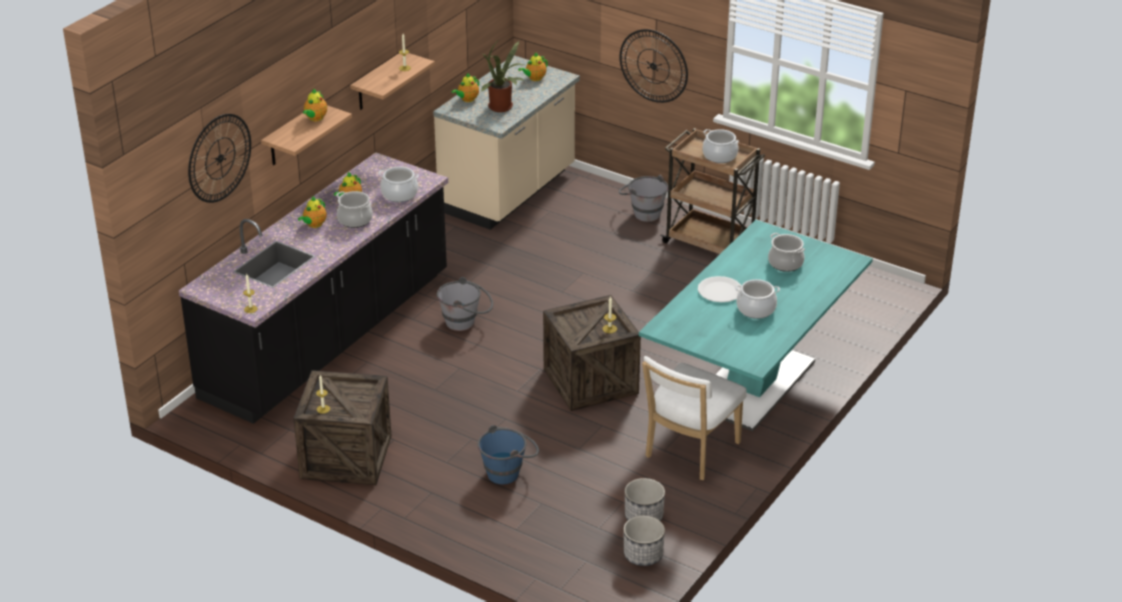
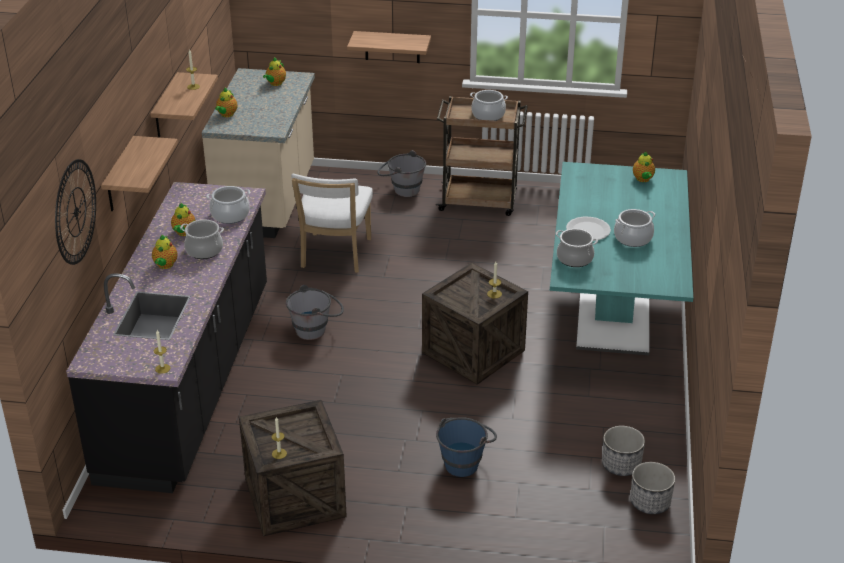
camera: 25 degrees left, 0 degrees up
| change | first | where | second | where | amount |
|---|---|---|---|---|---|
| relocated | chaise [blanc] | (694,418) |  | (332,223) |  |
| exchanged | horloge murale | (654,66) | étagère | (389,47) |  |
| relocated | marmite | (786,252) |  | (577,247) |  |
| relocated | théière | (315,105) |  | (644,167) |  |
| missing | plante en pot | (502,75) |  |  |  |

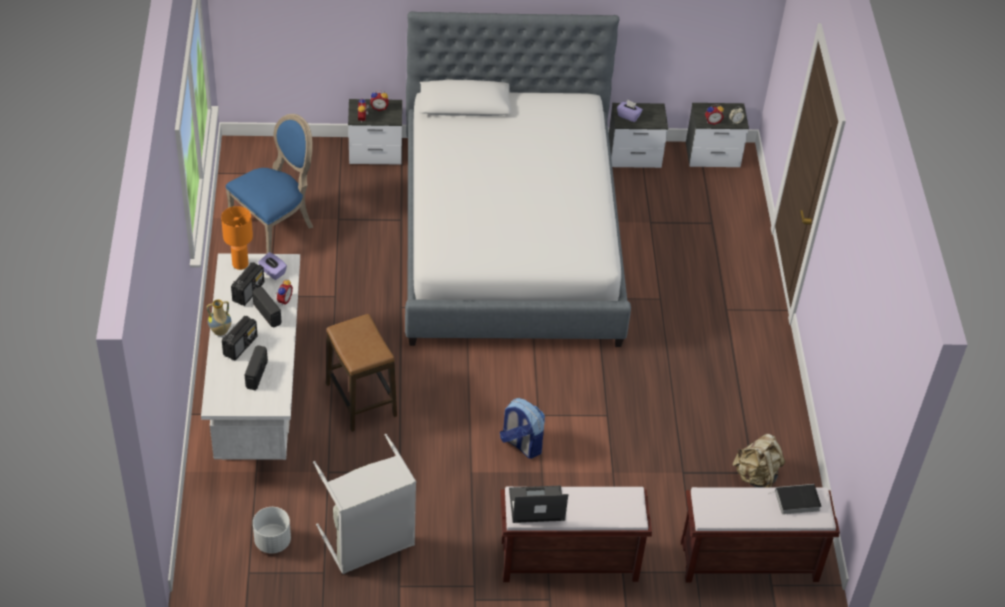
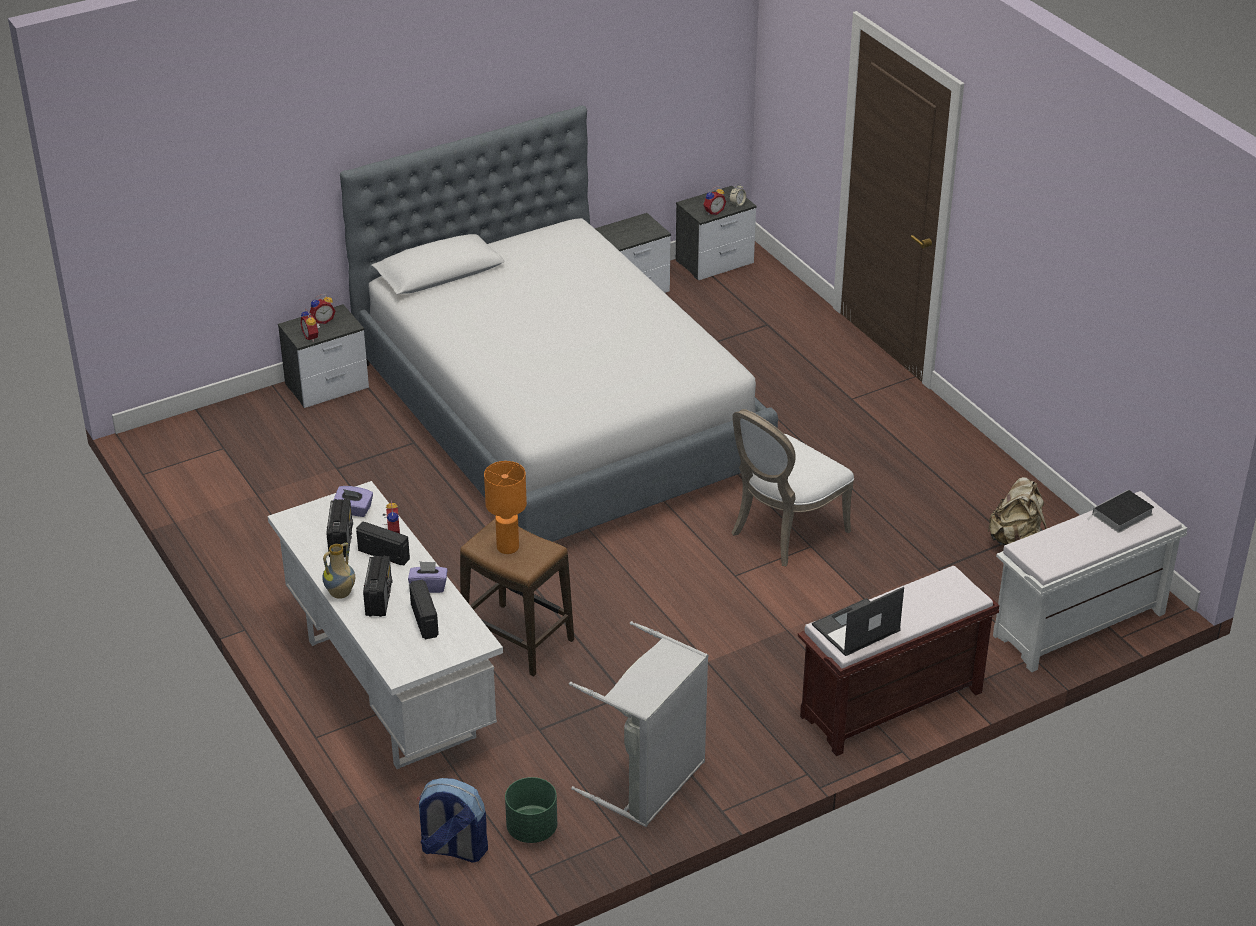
camera: 25 degrees left, 10 degrees down
| change | first | where | second | where | amount |
|---|---|---|---|---|---|
| relocated | boîte à mouchoirs [violet] | (630,111) |  | (428,577) |  |
| relocated | sac à dos | (522,428) |  | (452,820) |  |
| relocated | lampe de table [orange] | (237,238) |  | (505,507) |  |
| colour | cache-pot [blanc] | (272,530) | cache-pot [vert] | (531,810) |  |
| appeared |  |  | chaise [blanc] | (792,488) |  |
| colour | banc [marron] | (760,535) | banc [blanc] | (1090,582) |  |
| missing | chaise [bleu] | (269,183) |  |  |  |

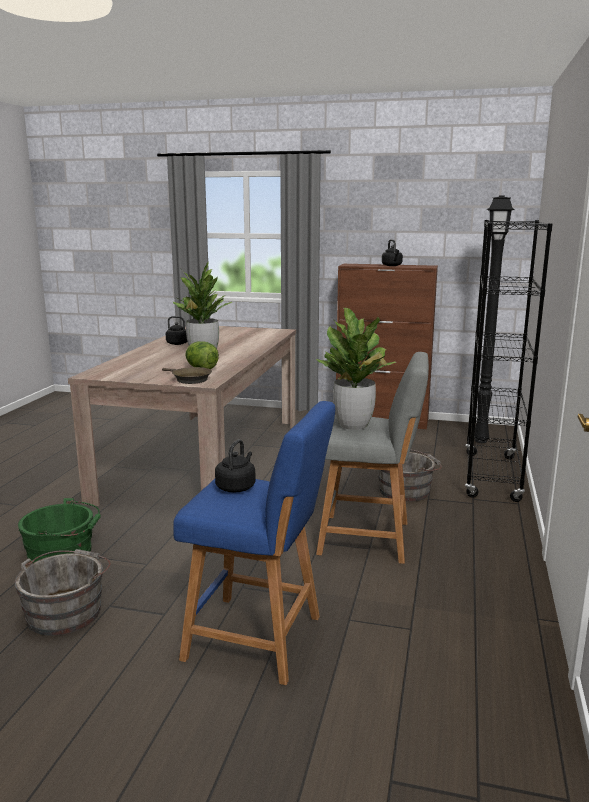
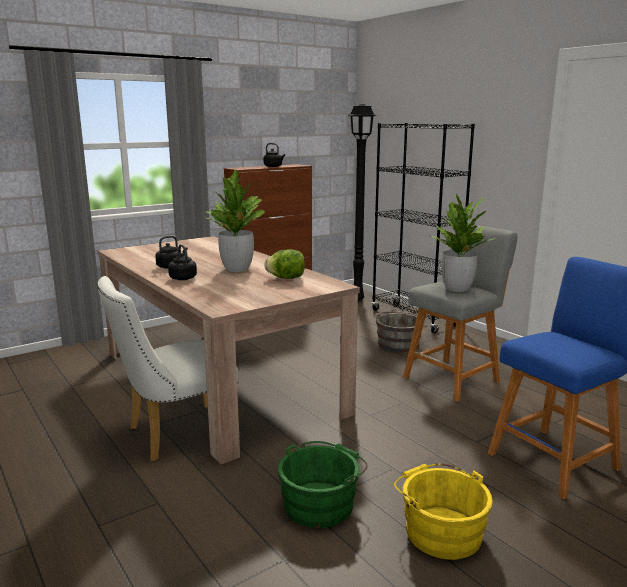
camera: 50 degrees left, 0 degrees up
| change | first | where | second | where | amount |
|---|---|---|---|---|---|
| appeared |  |  | chaise [blanc] | (168,368) |  |
| relocated | bouilloire [noir] | (235,465) |  | (182,262) |  |
| colour | seau [gris] | (63,592) | seau [jaune] | (443,512) |  |
| missing | poêle [marron] | (187,375) |  |  |  |

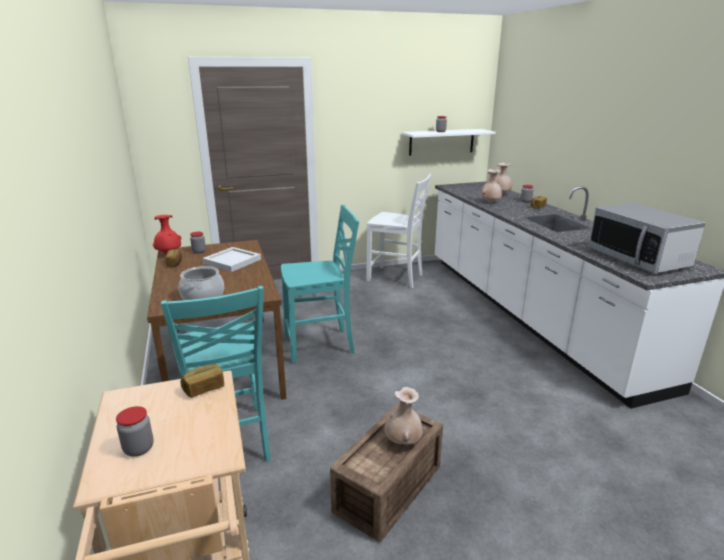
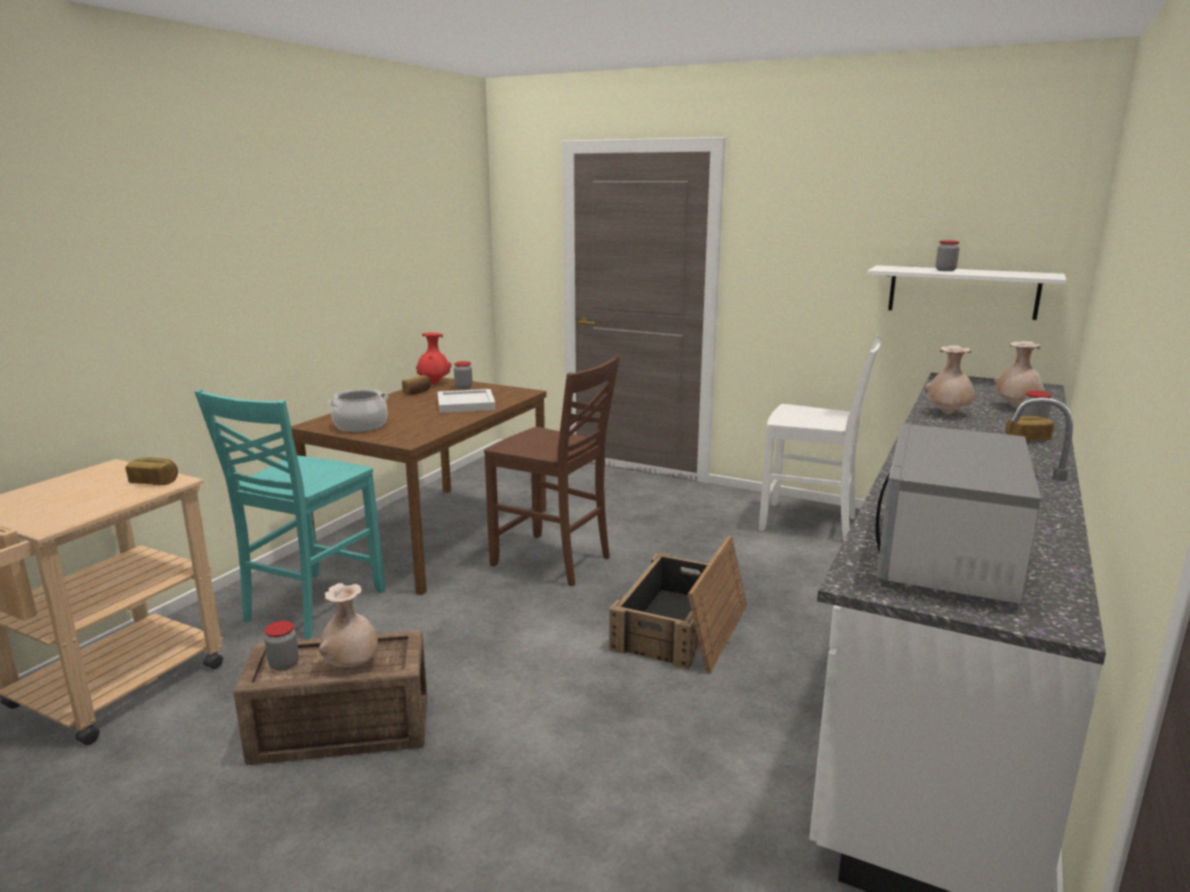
camera: 45 degrees right, 5 degrees down
| change | first | where | second | where | amount |
|---|---|---|---|---|---|
| relocated | bocal | (135,431) |  | (281,646) |  |
| colour | chaise [turquoise] | (320,284) | chaise [marron] | (552,470) |  |
| appeared |  |  | caisse | (678,604) |  |
| spun | chaise [blanc] | (399,231) |  | (820,439) | 45 degrees counterclockwise |

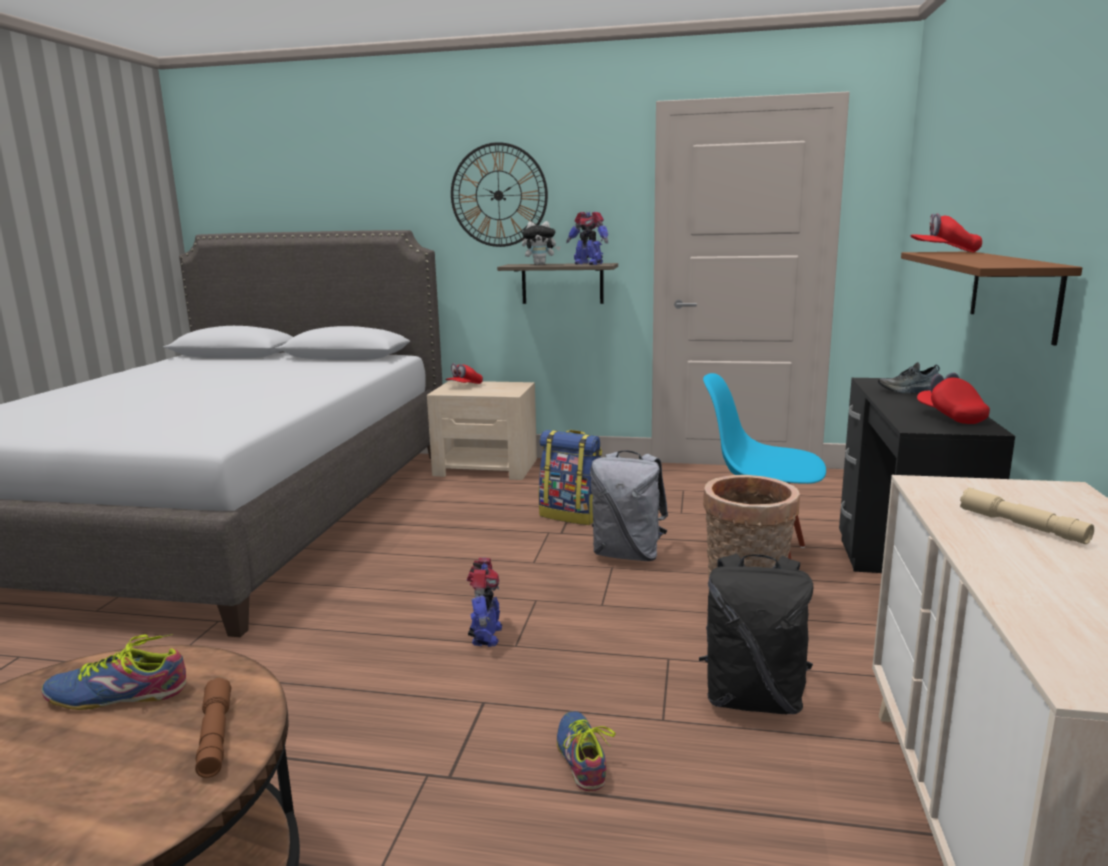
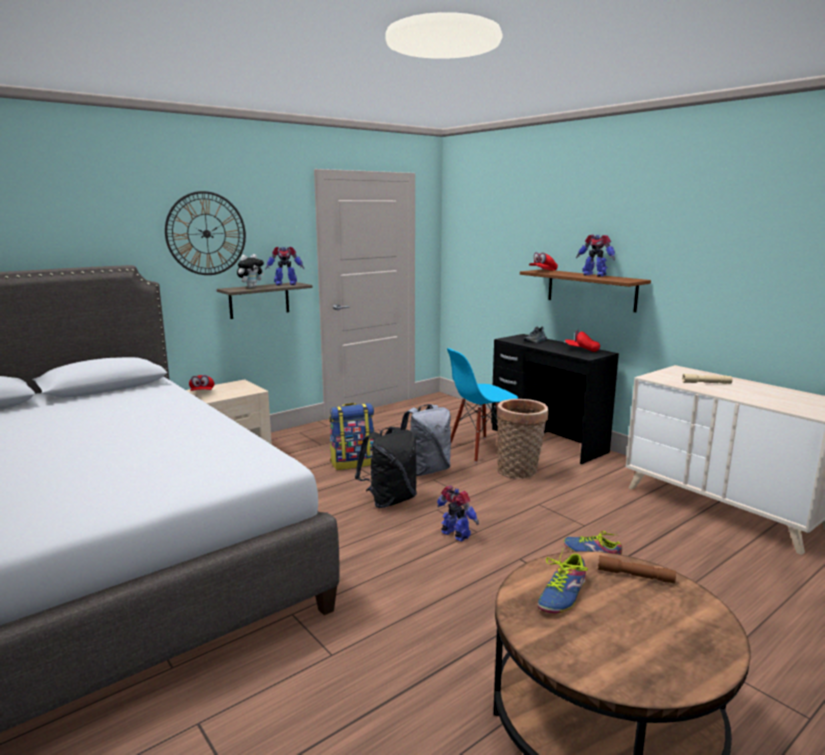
camera: 50 degrees left, 0 degrees up
| change | first | where | second | where | amount |
|---|---|---|---|---|---|
| relocated | sac à dos [noir] | (756,634) |  | (386,467) |  |
| appeared |  |  | robot jouet | (595,255) |  |

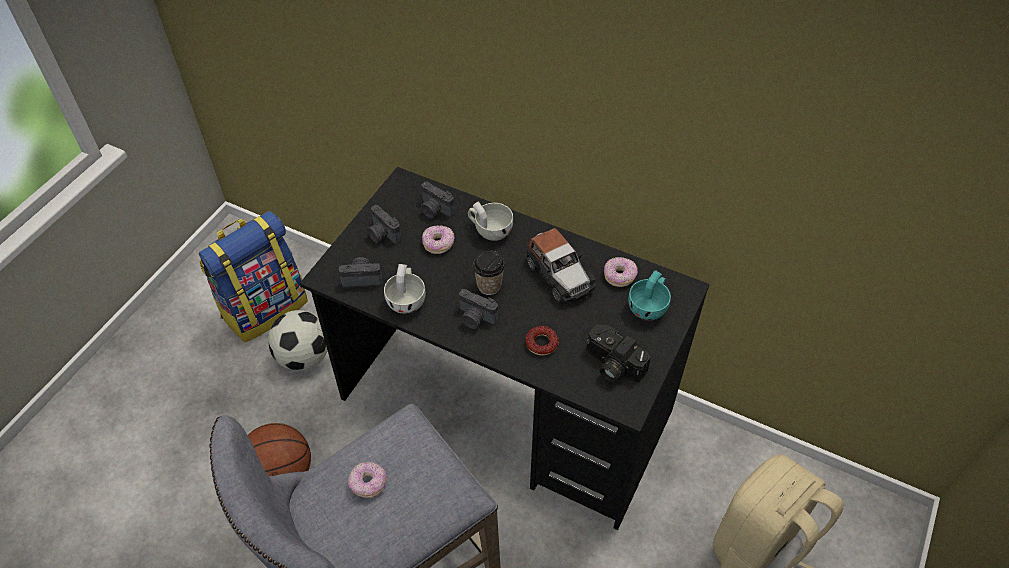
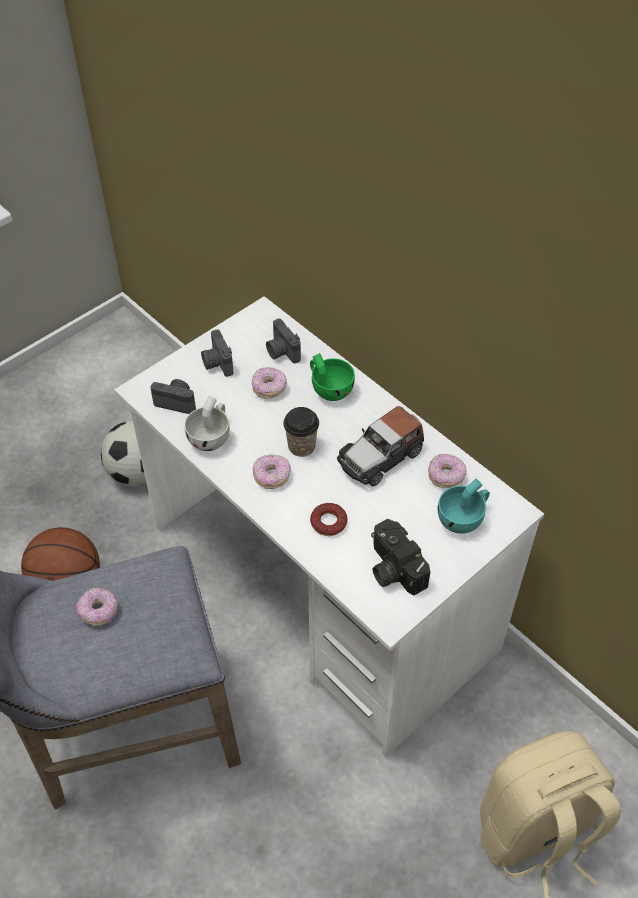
camera: 20 degrees right, 0 degrees up
| change | first | where | second | where | amount |
|---|---|---|---|---|---|
| colour | bureau [noir] | (505,348) | bureau [blanc] | (329,527) |  |
| exchanged | appareil photo | (478,309) | beignet | (272,471) |  |
| colour | tasse [blanc] | (490,221) | tasse [vert] | (332,377) |  |
| spun | petite voiture | (561,265) |  | (380,446) | 60 degrees clockwise |
| missing | sac à dos | (253,276) |  |  |  |

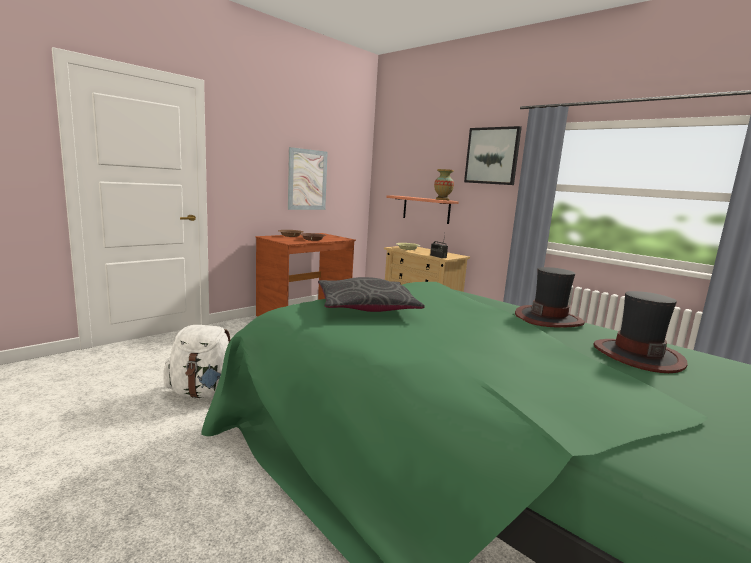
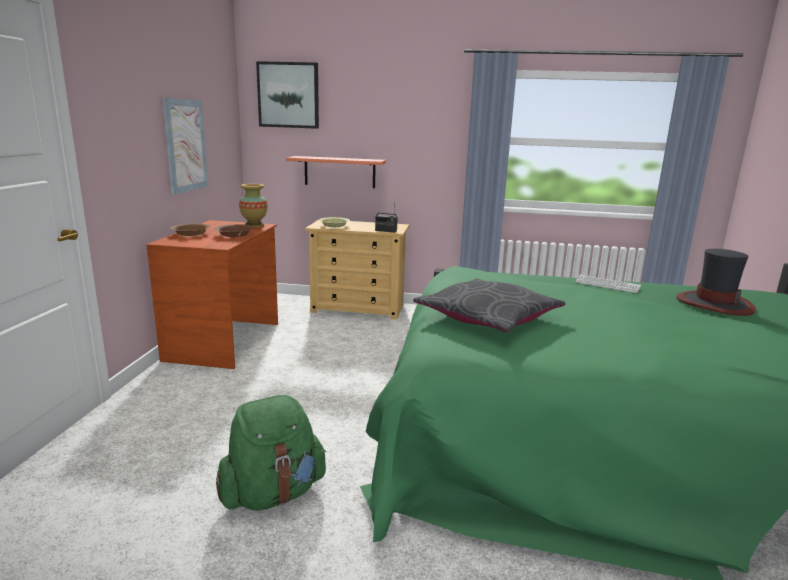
camera: 35 degrees left, 5 degrees up
| change | first | where | second | where | amount |
|---|---|---|---|---|---|
| colour | sac à dos [blanc] | (197,361) | sac à dos [vert] | (271,453) |  |
| relocated | vase | (444,184) |  | (253,206) |  |
| relocated | tableau | (493,155) |  | (287,95) |  |
| exchanged | chapeau | (550,297) | clavier | (608,284) |  |

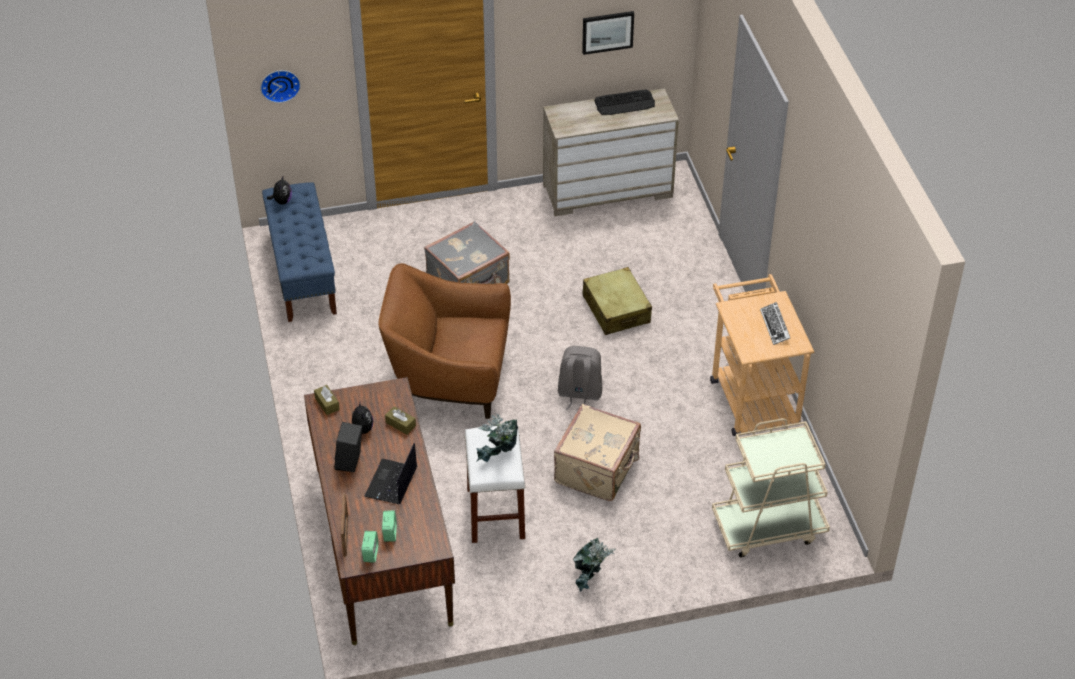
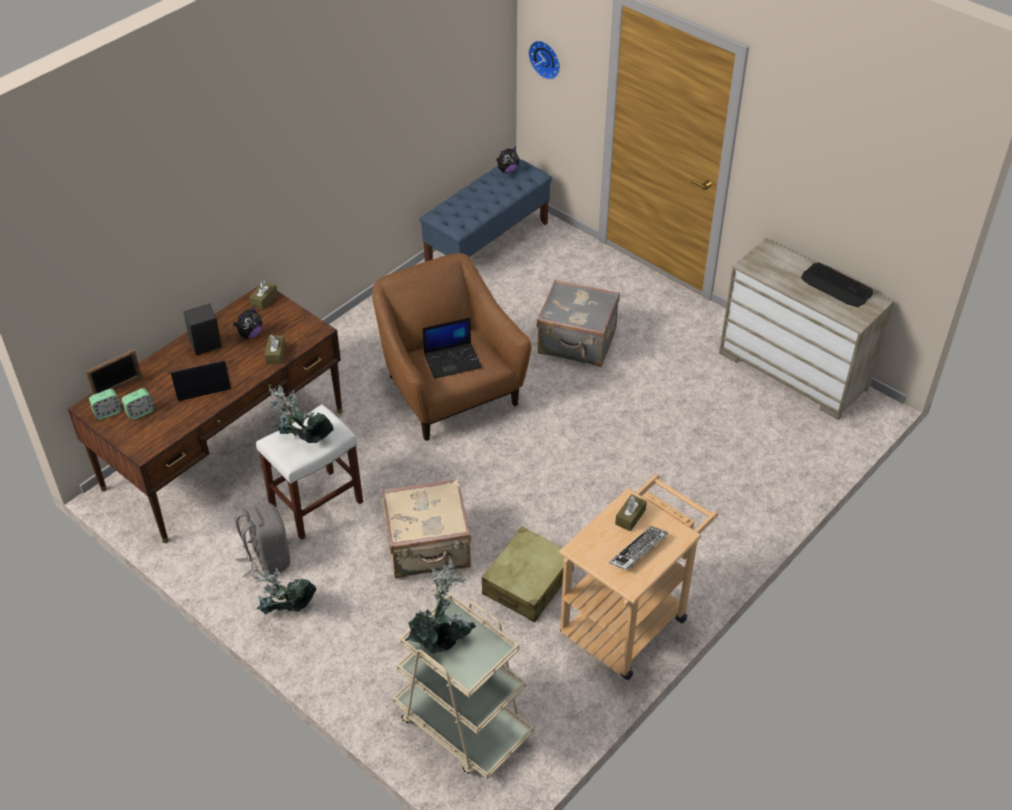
camera: 55 degrees right, 0 degrees up
| change | first | where | second | where | amount |
|---|---|---|---|---|---|
| relocated | sac à dos [gris] | (580,378) |  | (262,540) |  |
| appeared |  |  | plante en pot | (440,608) |  |
| appeared |  |  | ordinateur portable | (452,348) |  |
| relocated | valise [beige] | (617,301) |  | (528,574) |  |
| appeared |  |  | boîte à mouchoirs [marron] | (631,512) |  |
| missing | tableau | (608,33) |  |  |  |

